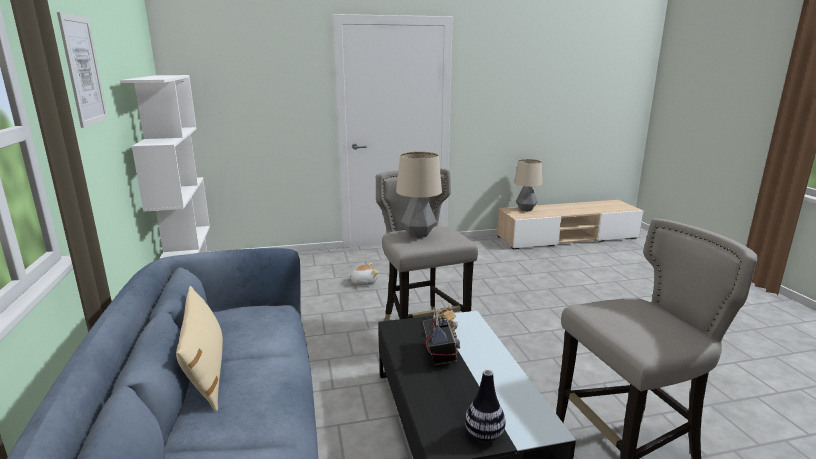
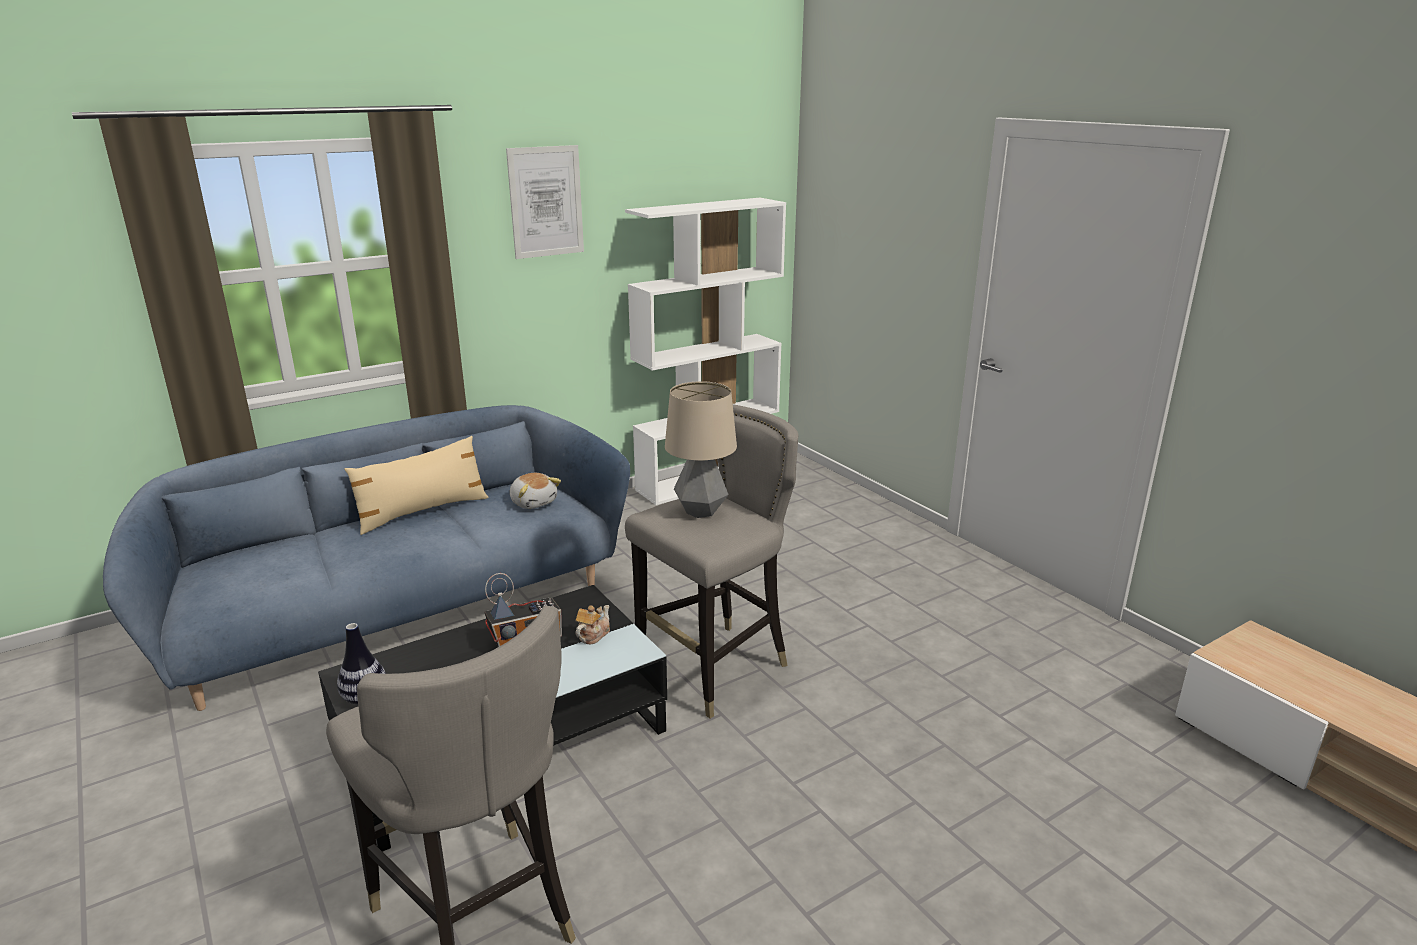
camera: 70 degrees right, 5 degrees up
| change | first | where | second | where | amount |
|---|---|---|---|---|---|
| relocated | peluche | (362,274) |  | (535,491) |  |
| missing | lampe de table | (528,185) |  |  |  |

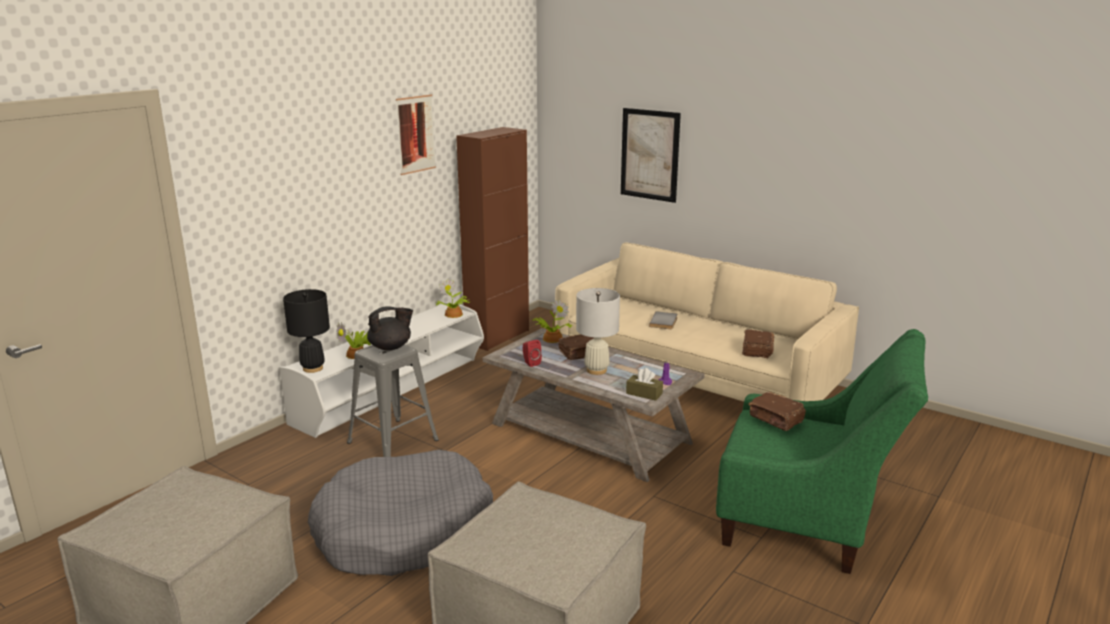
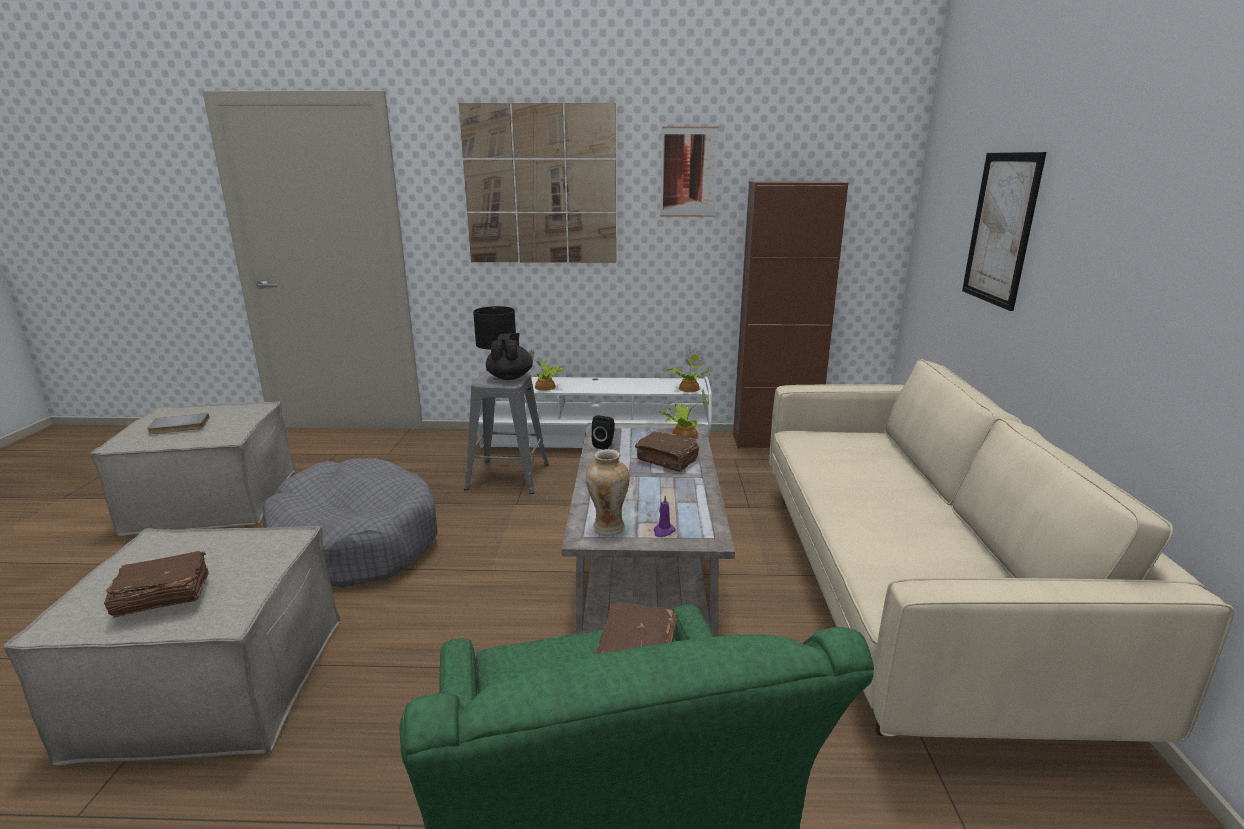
camera: 55 degrees right, 0 degrees up
| change | first | where | second | where | amount |
|---|---|---|---|---|---|
| relocated | livre [marron] | (758,344) |  | (156,584) |  |
| relocated | livre [gris] | (663,320) |  | (178,423) |  |
| appeared |  |  | tableau | (537,183) |  |
| spun | théière [noir] | (390,328) |  | (509,356) | 120 degrees counterclockwise |
| exchanged | boîte à mouchoirs [marron] | (644,384) | vase | (608,492) |  |
| colour | enceinte [rouge] | (532,353) | enceinte [noir] | (603,432) |  |
| missing | lampe de table [blanc] | (598,331) |  |  |  |

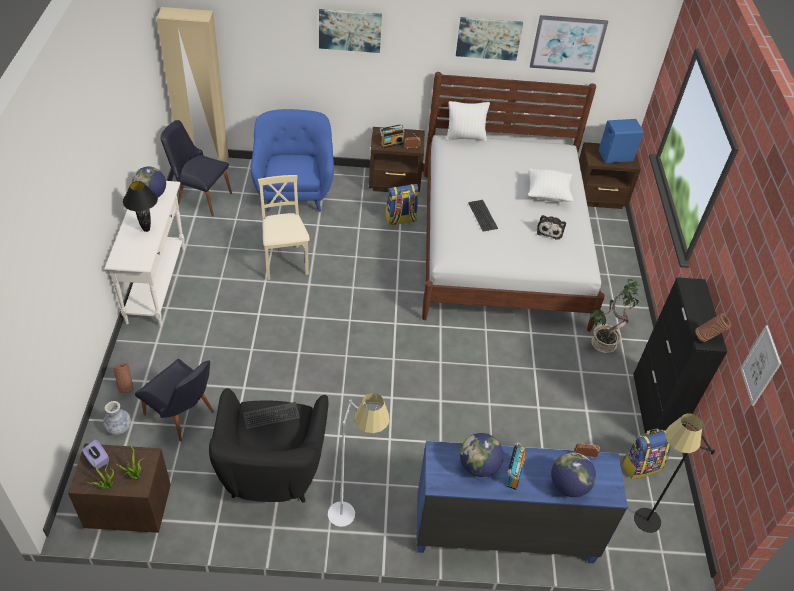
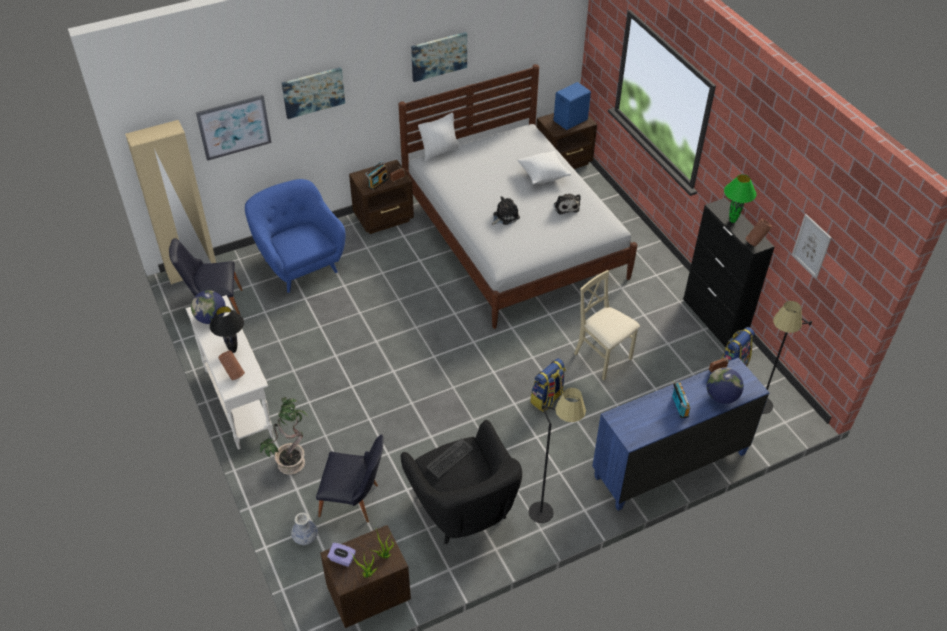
camera: 25 degrees left, 0 degrees up
| change | first | where | second | where | amount |
|---|---|---|---|---|---|
| relocated | tableau | (569,44) |  | (234,128) |  |
| relocated | vase [marron] | (123,378) |  | (231,365) |  |
| relocated | plante en pot | (615,316) |  | (284,436) |  |
| exchanged | clavier | (483,215) | peluche | (506,210) |  |
| colour | lampadaire [blanc] | (359,460) | lampadaire [noir] | (557,455) |  |
| relocated | sac à dos | (402,205) |  | (548,385) |  |
| relocated | chaise [beige] | (284,227) |  | (607,325) |  |
| appeared |  |  | lampe de table [vert] | (740,198) |  |
| missing | globe | (482,455) |  |  |  |

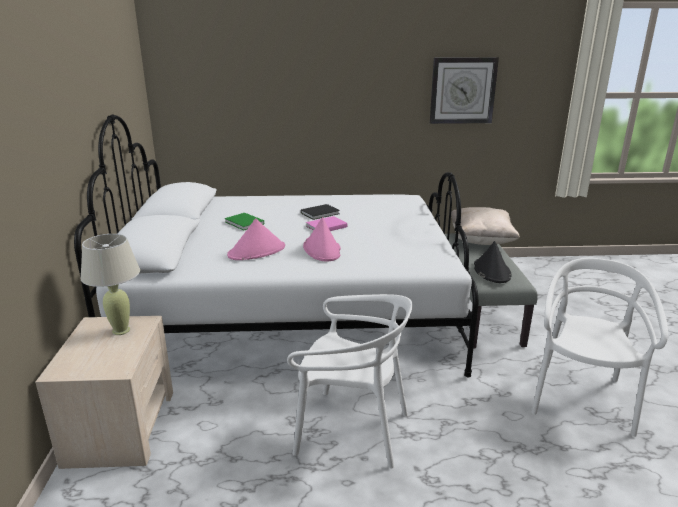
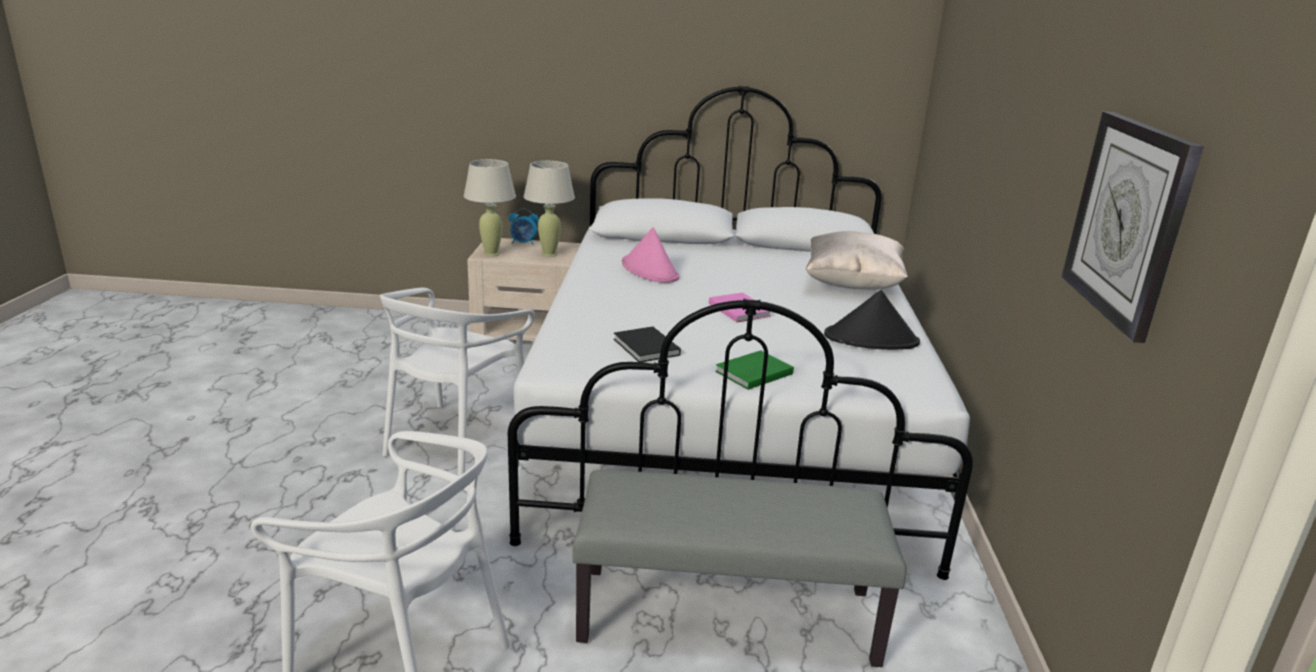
camera: 95 degrees right, 0 degrees up
| change | first | where | second | where | amount |
|---|---|---|---|---|---|
| appeared |  |  | lampe de table [beige] | (490,208) |  |
| appeared |  |  | réveil | (524,226) |  |
| relocated | livre [noir] | (320,212) |  | (647,344) |  |
| relocated | livre [vert] | (244,221) |  | (754,370) |  |
| relocated | coussin [beige] | (485,226) |  | (857,260) |  |
| relocated | chapeau [noir] | (492,262) |  | (872,320) |  |
| missing | chapeau [rose] | (322,239) |  |  |  |

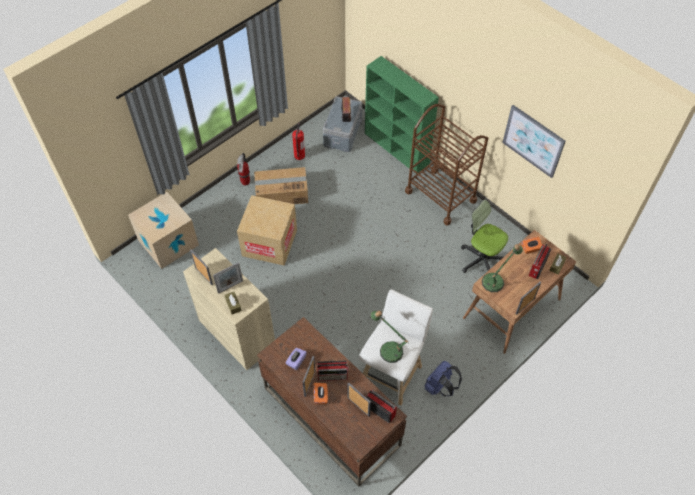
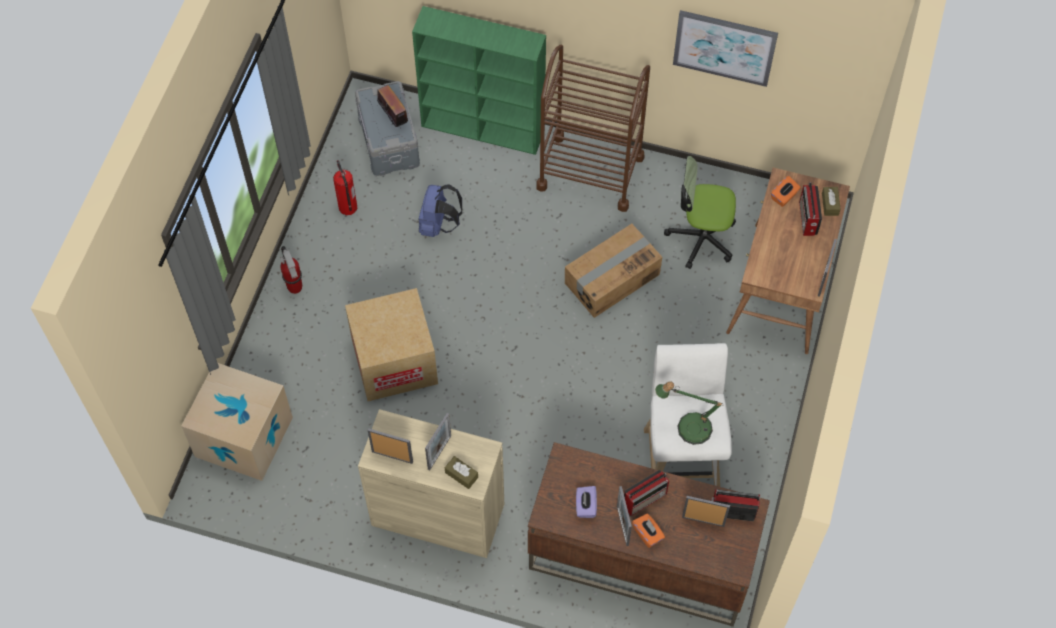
camera: 30 degrees left, 5 degrees up
| change | first | where | second | where | amount |
|---|---|---|---|---|---|
| relocated | sac à dos [bleu] | (443,378) |  | (440,210) |  |
| relocated | carton | (281,185) |  | (613,271) |  |
| missing | lampe de table | (502,268) |  |  |  |

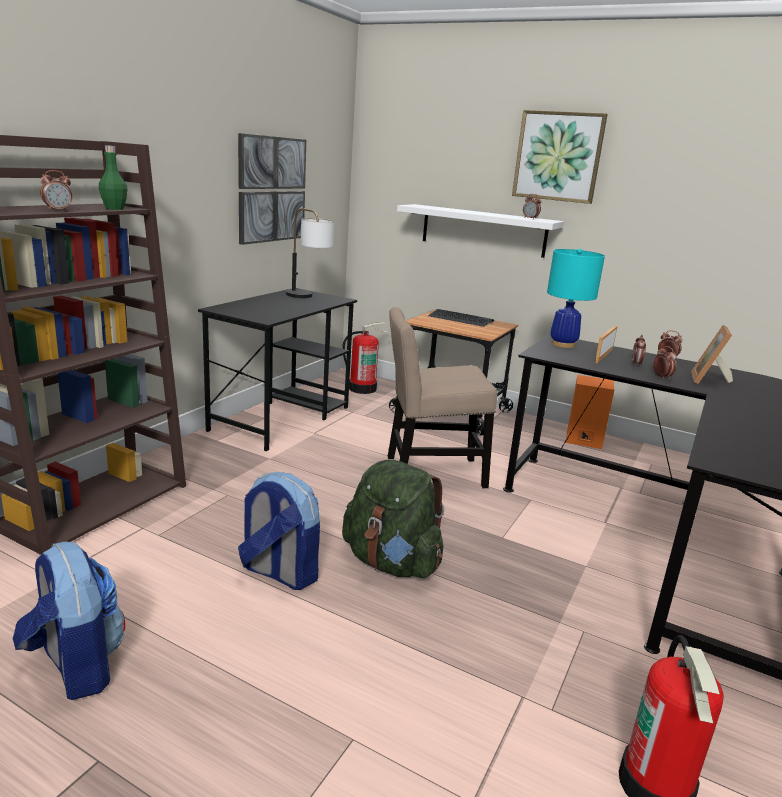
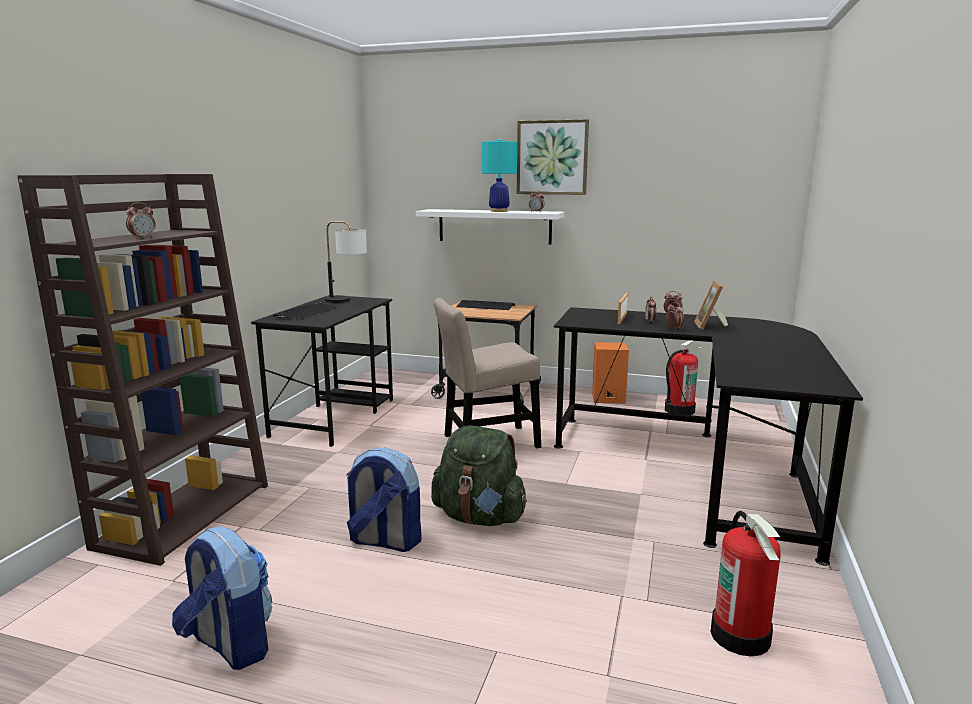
camera: 10 degrees left, 5 degrees down
| change | first | where | second | where | amount |
|---|---|---|---|---|---|
| appeared |  |  | clavier | (305,311) |  |
| relocated | lampe de table [turquoise] | (576,298) |  | (499,175) |  |
| relocated | extincteur | (366,358) |  | (684,377) |  |
| missing | bouteille [vert] | (113,177) |  |  |  |
| missing | tableau | (272,189) |  |  |  |

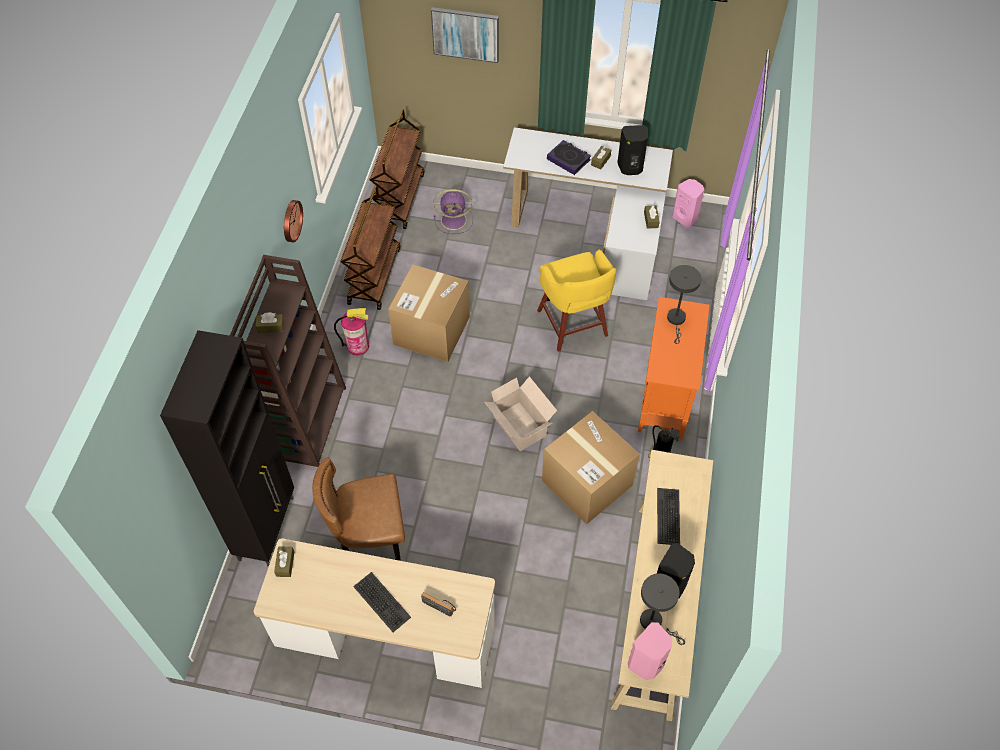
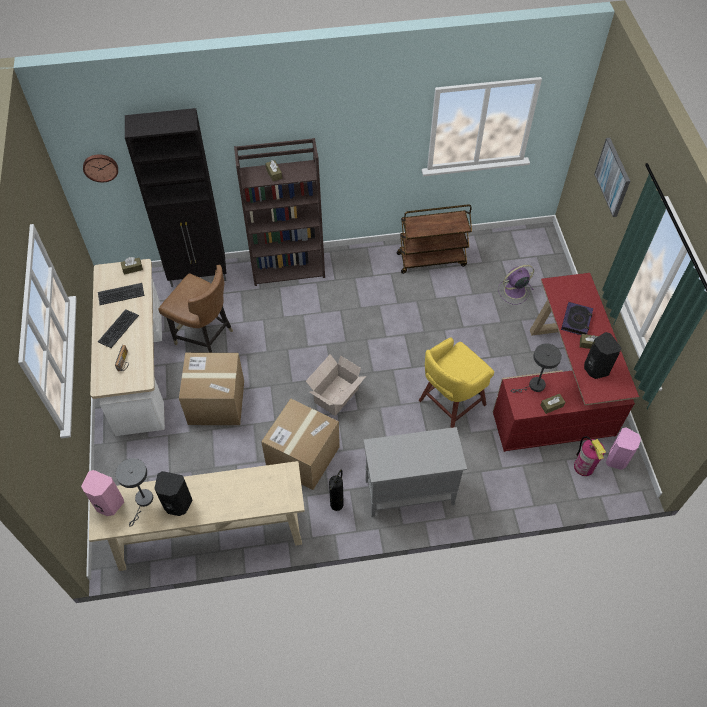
camera: 70 degrees right, 0 degrees up
| change | first | where | second | where | amount |
|---|---|---|---|---|---|
| relocated | horloge murale | (293,221) |  | (100,168) |  |
| relocated | clavier | (668,516) |  | (121,294) |  |
| spun | chaise [marron] | (358,509) |  | (196,309) | 150 degrees clockwise |
| relocated | carton | (429,313) |  | (211,388) |  |
| colour | meuble de rangement [orange] | (674,368) | meuble de rangement [gris] | (415,472) |  |
| colour | bureau [blanc] | (588,213) | bureau [rouge] | (566,362) |  |
| spun | ventilateur [violet] | (453,211) |  | (516,285) | 90 degrees clockwise |
| relocated | lampe de table [gris] | (684,304) |  | (536,368) |  |
| relocated | extincteur | (351,331) |  | (590,456) |  |
| missing | chariot [marron] | (397,169) |  |  |  |

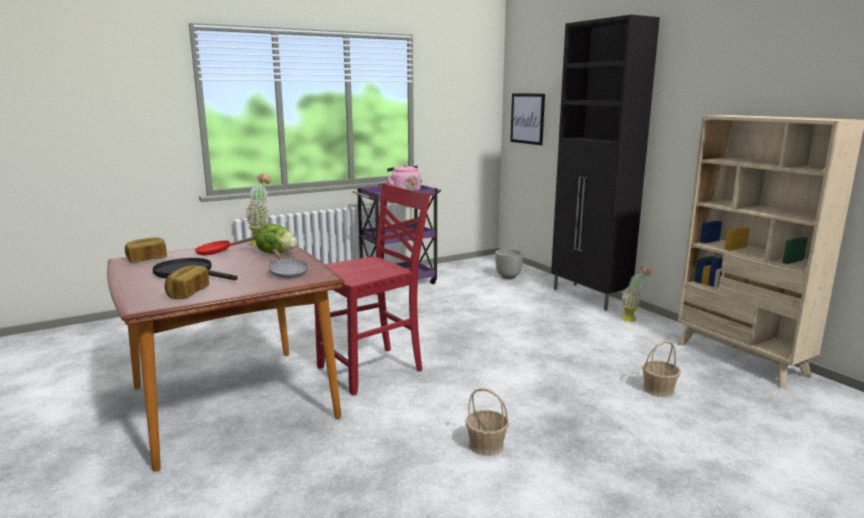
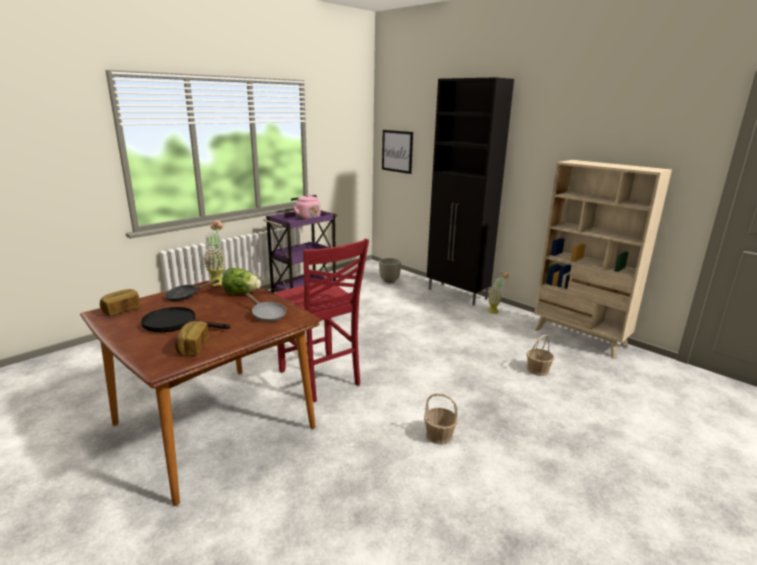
camera: 15 degrees left, 5 degrees up
| change | first | where | second | where | amount |
|---|---|---|---|---|---|
| colour | poêle [rouge] | (225,245) | poêle [noir] | (191,290) |  |
| spun | chaise [rouge] | (372,289) |  | (321,320) | 105 degrees clockwise |

